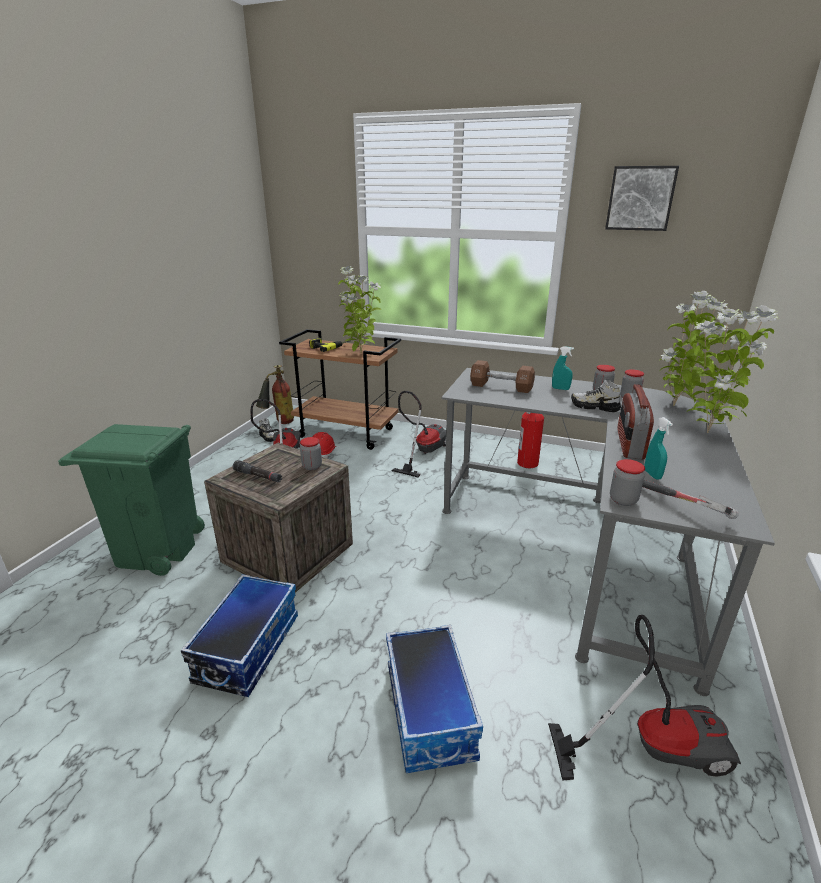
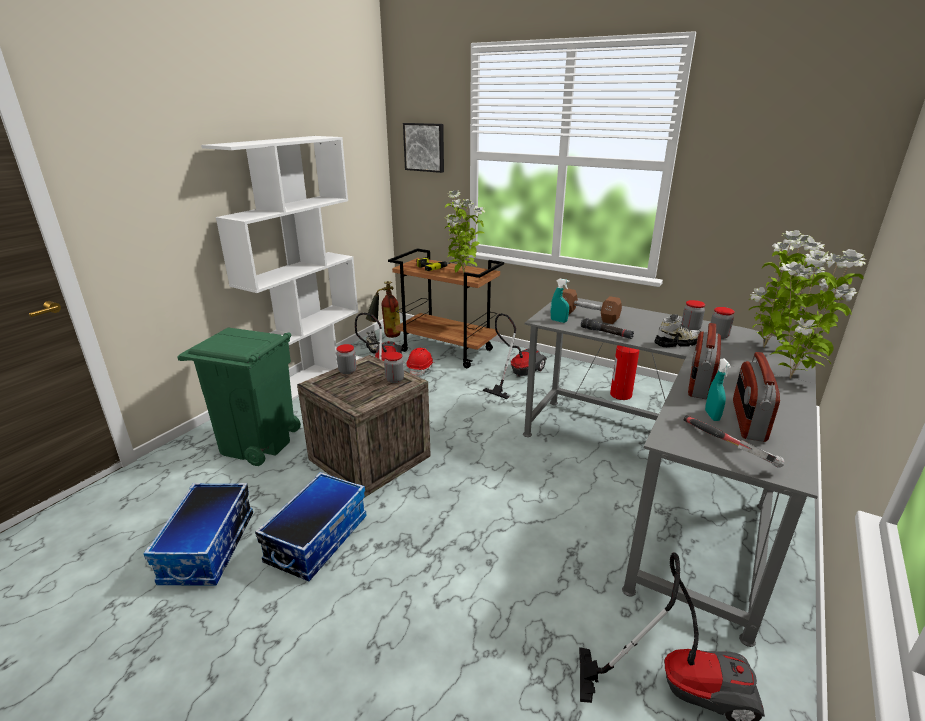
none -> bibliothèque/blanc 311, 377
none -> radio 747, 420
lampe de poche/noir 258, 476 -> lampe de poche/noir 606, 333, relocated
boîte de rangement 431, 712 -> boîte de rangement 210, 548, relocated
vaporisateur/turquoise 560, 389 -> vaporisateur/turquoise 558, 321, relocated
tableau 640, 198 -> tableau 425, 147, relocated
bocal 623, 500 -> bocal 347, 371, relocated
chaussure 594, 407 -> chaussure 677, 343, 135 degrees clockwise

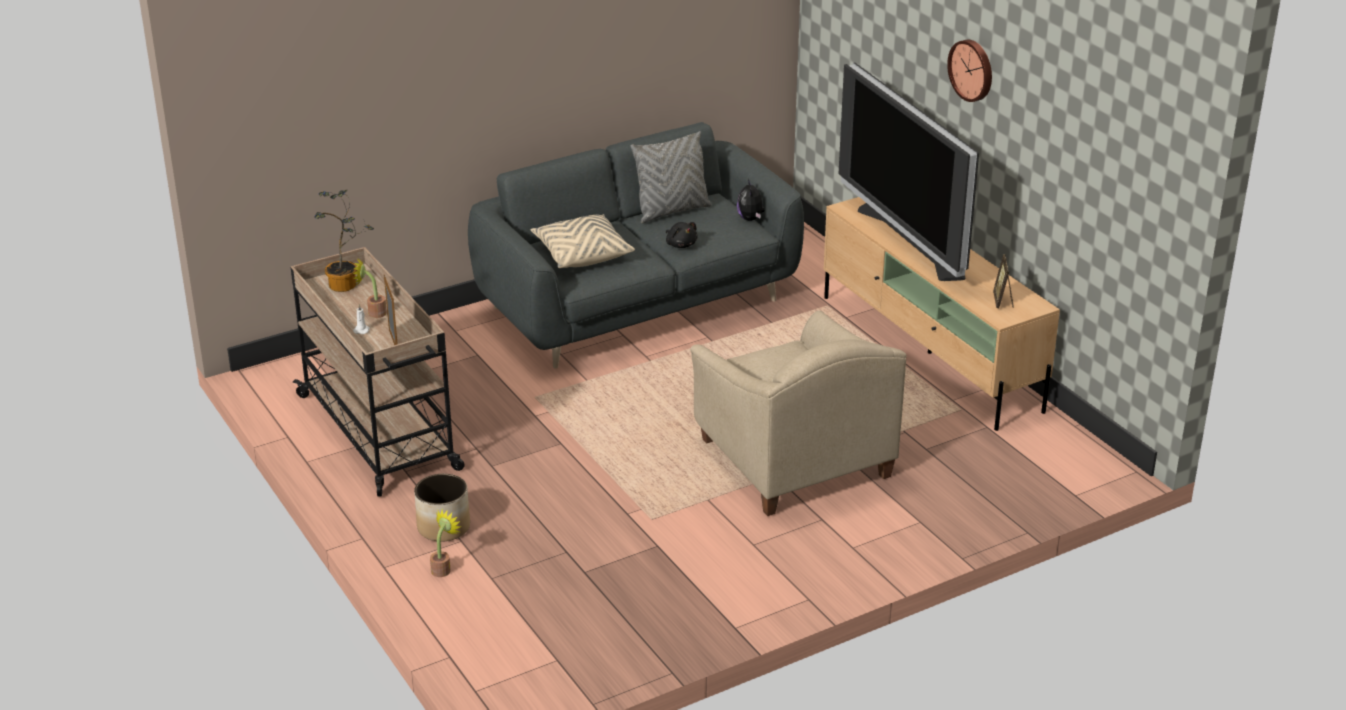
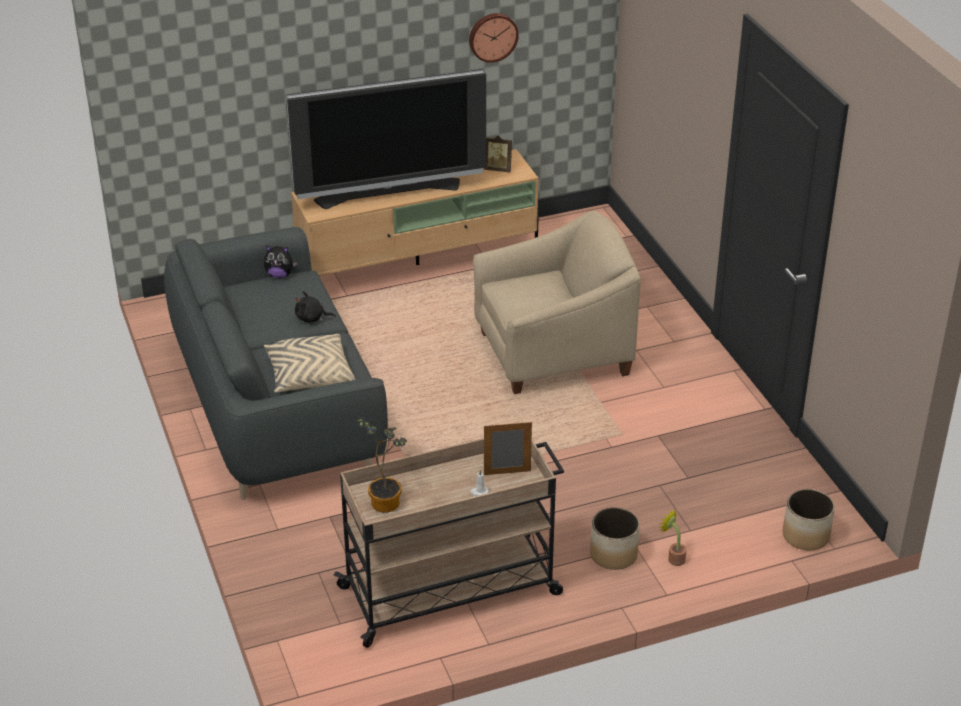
plante en pot 373, 313 -> none
coussin/gris 672, 211 -> none
none -> cache-pot 806, 536
horloge murale 972, 70 -> horloge murale 492, 36, relocated
peluche/noir 680, 244 -> peluche/noir 312, 318, 150 degrees counterclockwise

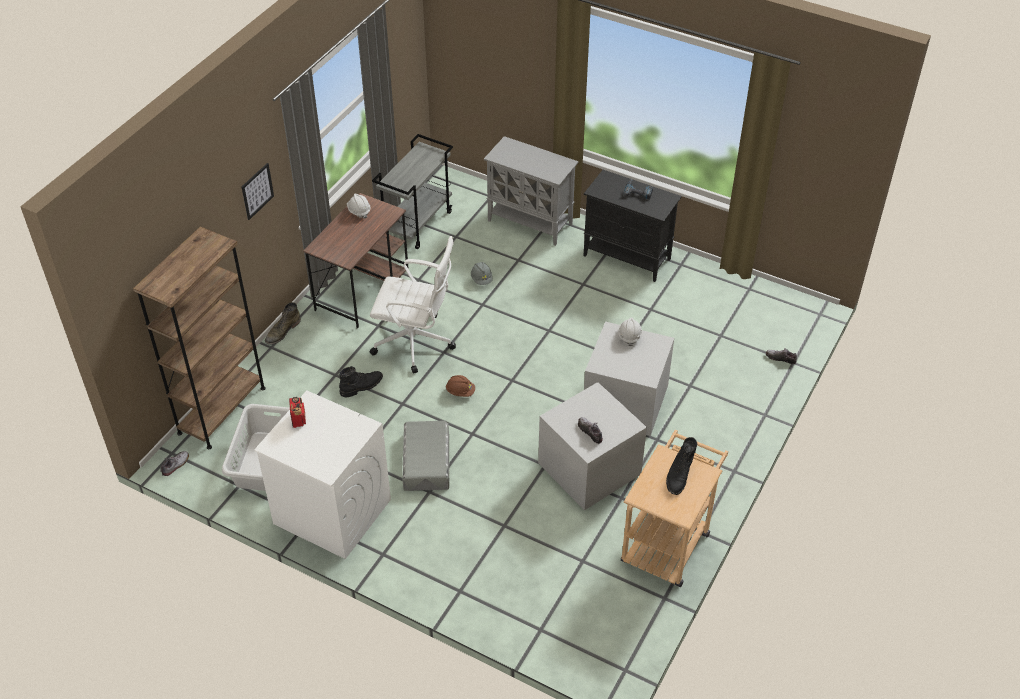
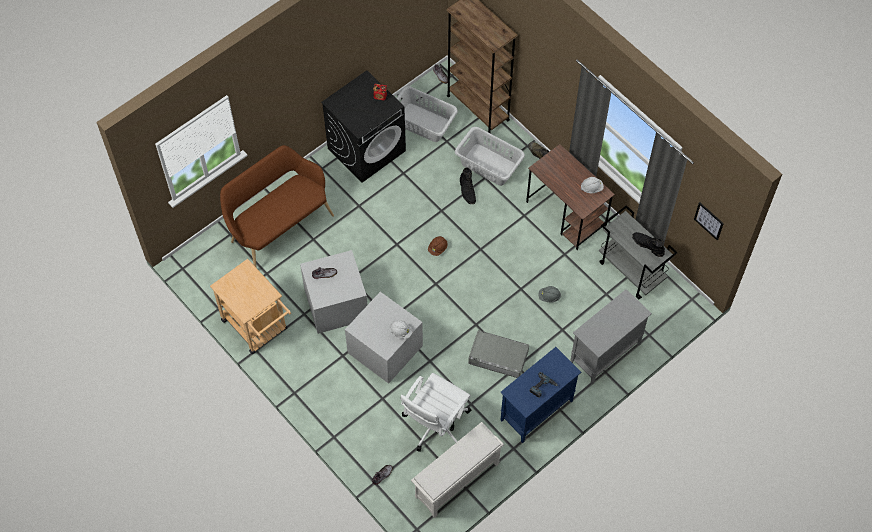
none -> banc/marron 278, 227
none -> étagère à chaussures/blanc 456, 481
none -> panier à linge/gris 489, 164
tableau 257, 191 -> tableau 709, 221, relocated
chaise de bureau/blanc 416, 342 -> chaise de bureau/blanc 435, 425, relocated
boîte de rangement/gris 426, 461 -> boîte de rangement/gris 498, 356, relocated
botte/noir 679, 474 -> botte/noir 648, 245, relocated
lave-linge/blanc 331, 511 -> lave-linge/noir 366, 149
meuble de rangement/noir 627, 257 -> meuble de rangement/bleu 536, 411

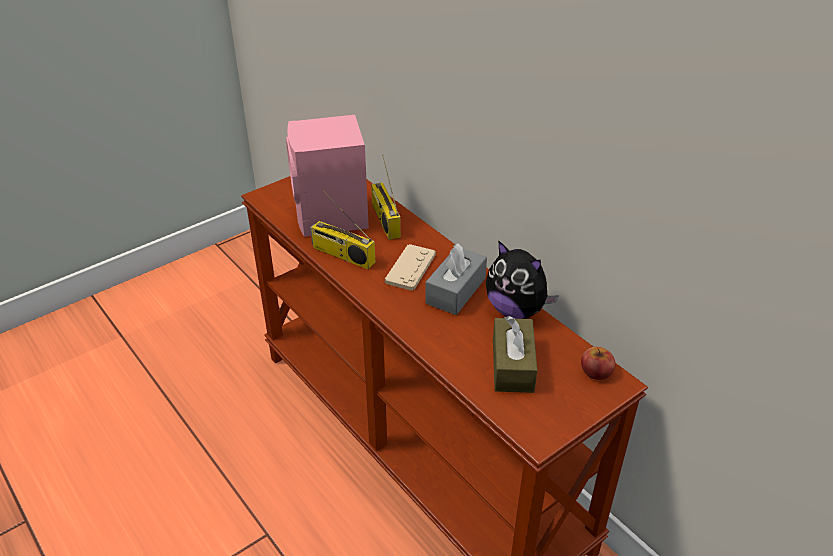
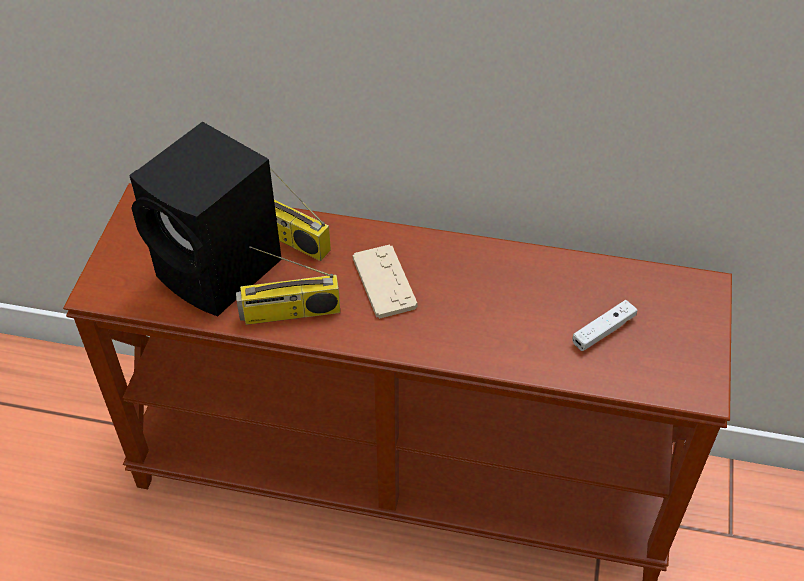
boîte à mouchoirs/gris 455, 290 -> none
peluche 516, 310 -> none
pomme 596, 371 -> none
boîte à mouchoirs/marron 512, 365 -> manette/blanc 603, 331
enceinte/rose 331, 218 -> enceinte/noir 221, 271

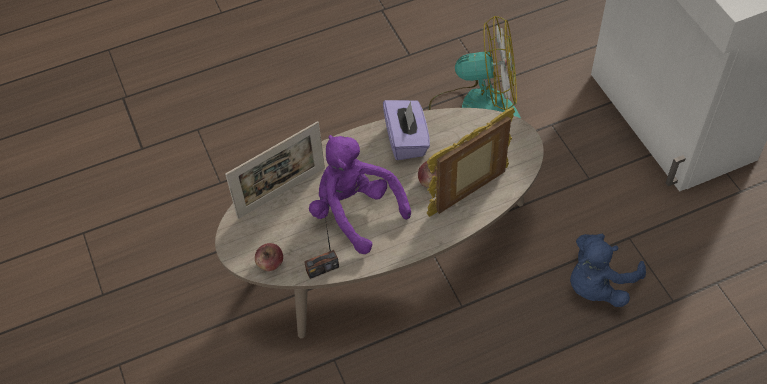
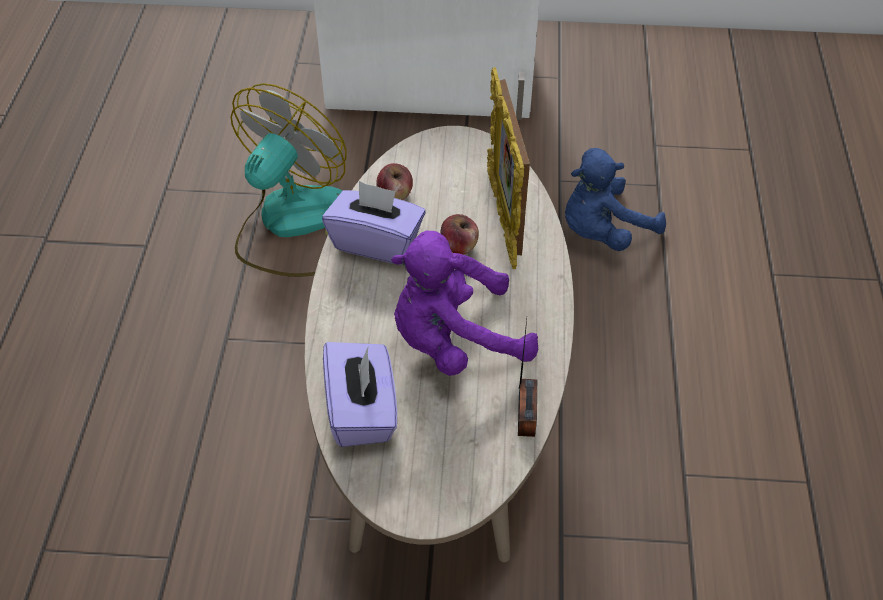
pomme 270, 264 -> pomme 395, 195, relocated
cadre photo 281, 192 -> boîte à mouchoirs/violet 362, 411
peluche/bleu 597, 284 -> peluche/bleu 603, 232, 75 degrees clockwise

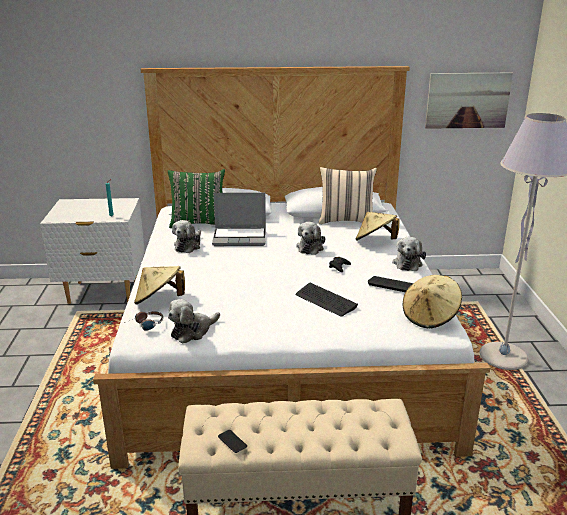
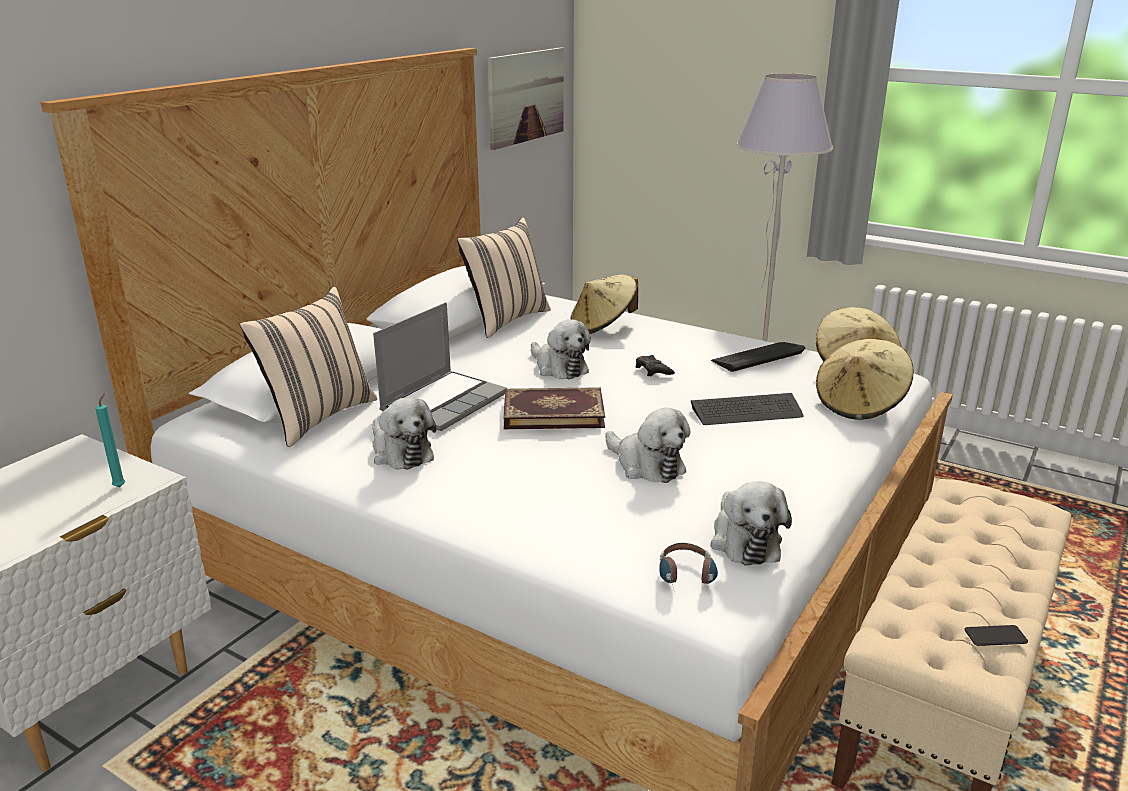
none -> livre 553, 411
chapeau/beige 159, 300 -> chapeau/beige 860, 405, relocated
peluche 407, 263 -> peluche 646, 465, relocated
coussin/vert 198, 223 -> coussin/beige 317, 417

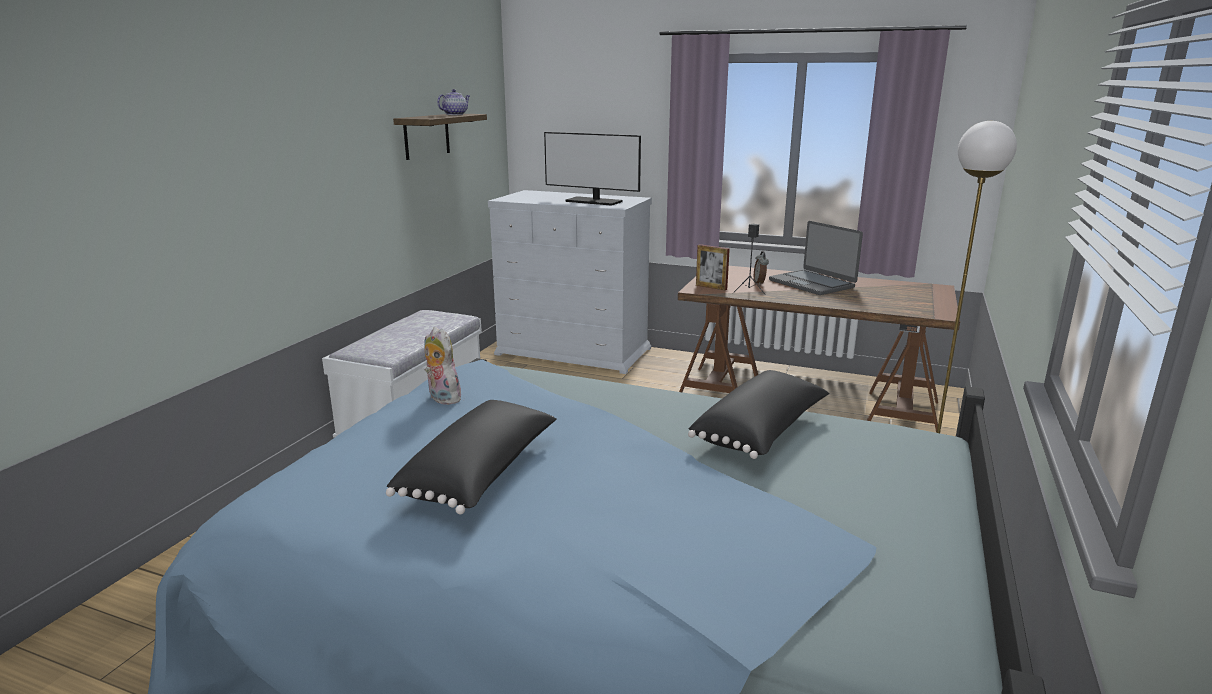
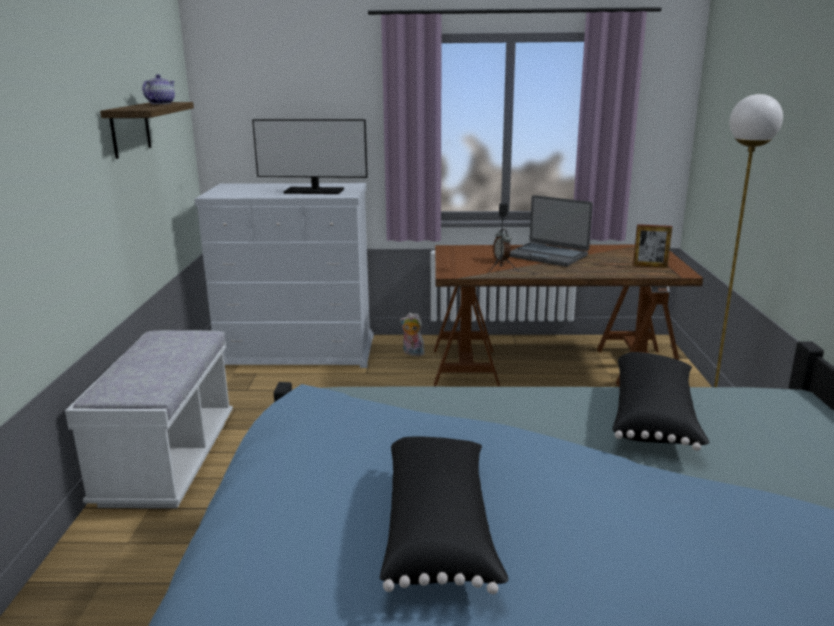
peluche 441, 398 -> peluche 412, 353, relocated
cadre photo 711, 287 -> cadre photo 650, 266, relocated

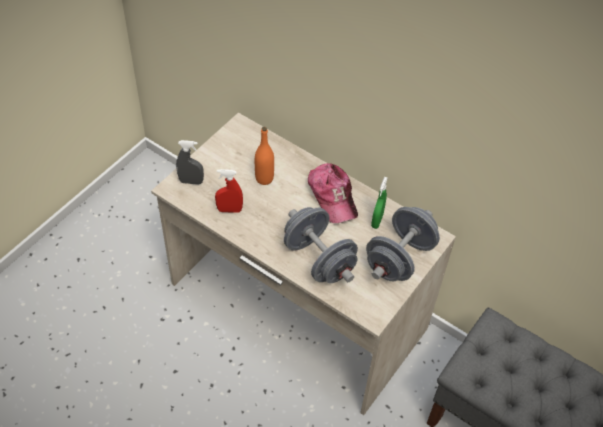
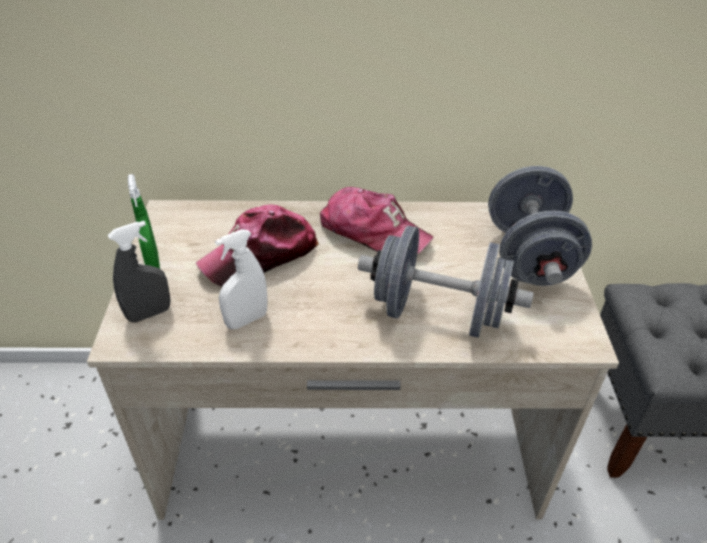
vaporisateur/vert 377, 220 -> vaporisateur/vert 153, 264, relocated
bouteille/orange 264, 178 -> casquette 260, 256
vaporisateur/rouge 229, 210 -> vaporisateur/blanc 246, 320

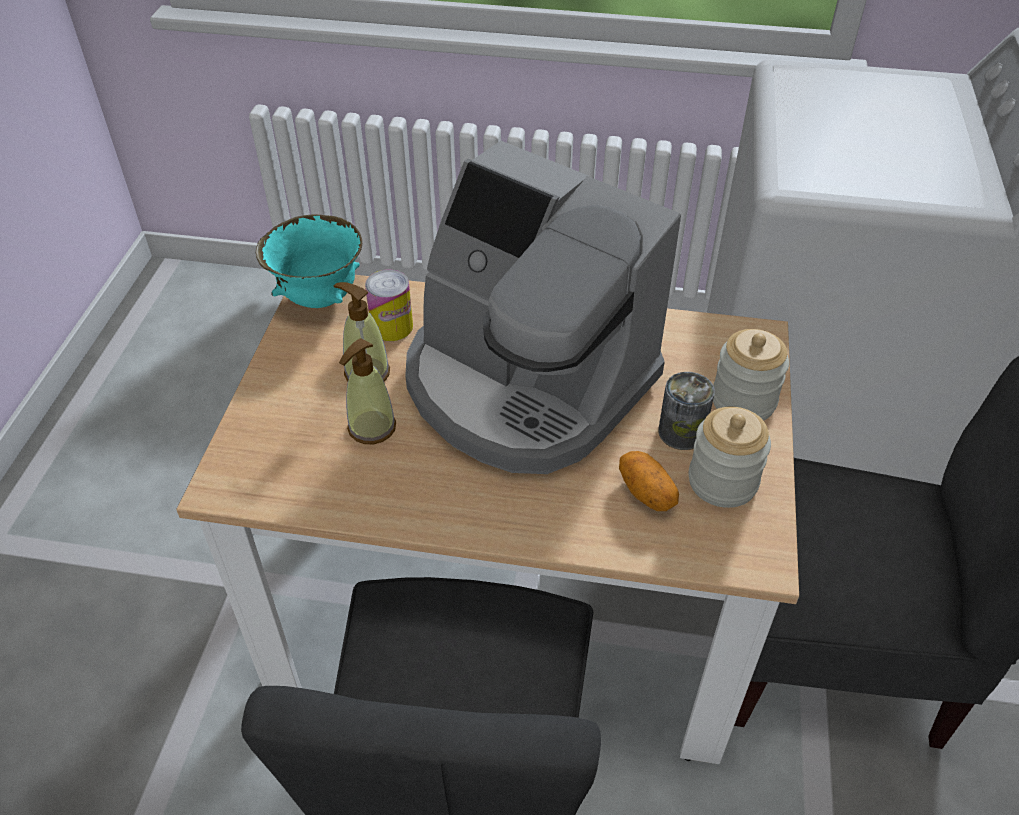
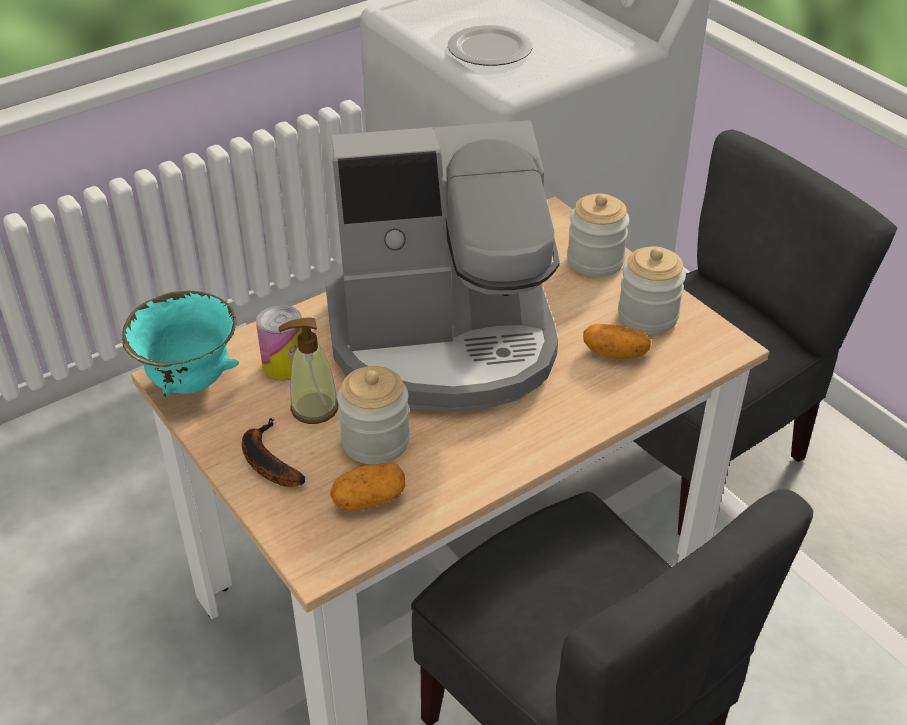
boîte métallique 681, 432 -> none
none -> banane 266, 461
none -> pomme de terre 369, 500
none -> assiette 490, 50
distributeur de savon 371, 428 -> bocal 375, 441

